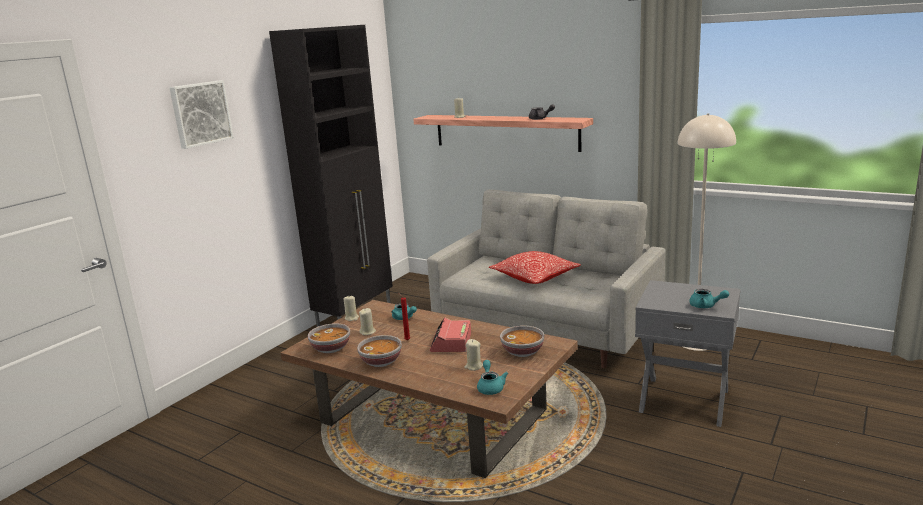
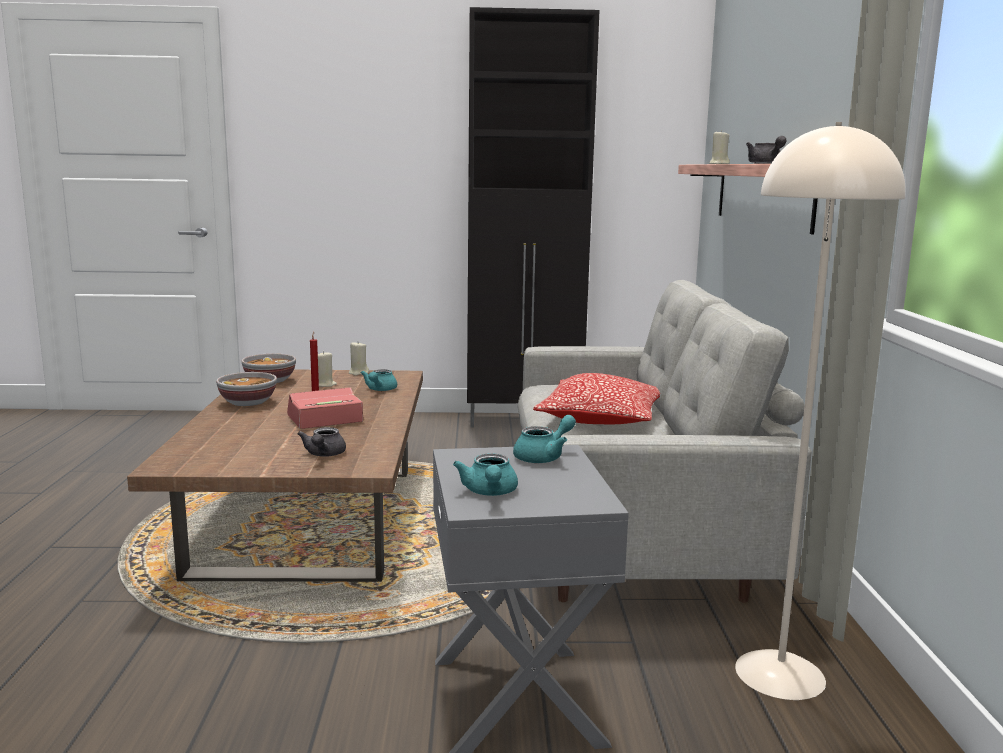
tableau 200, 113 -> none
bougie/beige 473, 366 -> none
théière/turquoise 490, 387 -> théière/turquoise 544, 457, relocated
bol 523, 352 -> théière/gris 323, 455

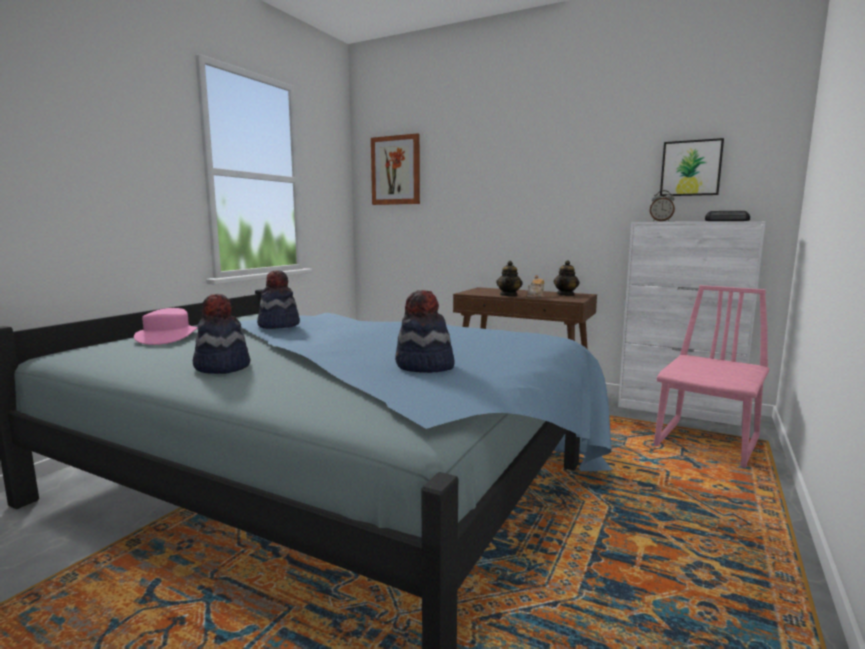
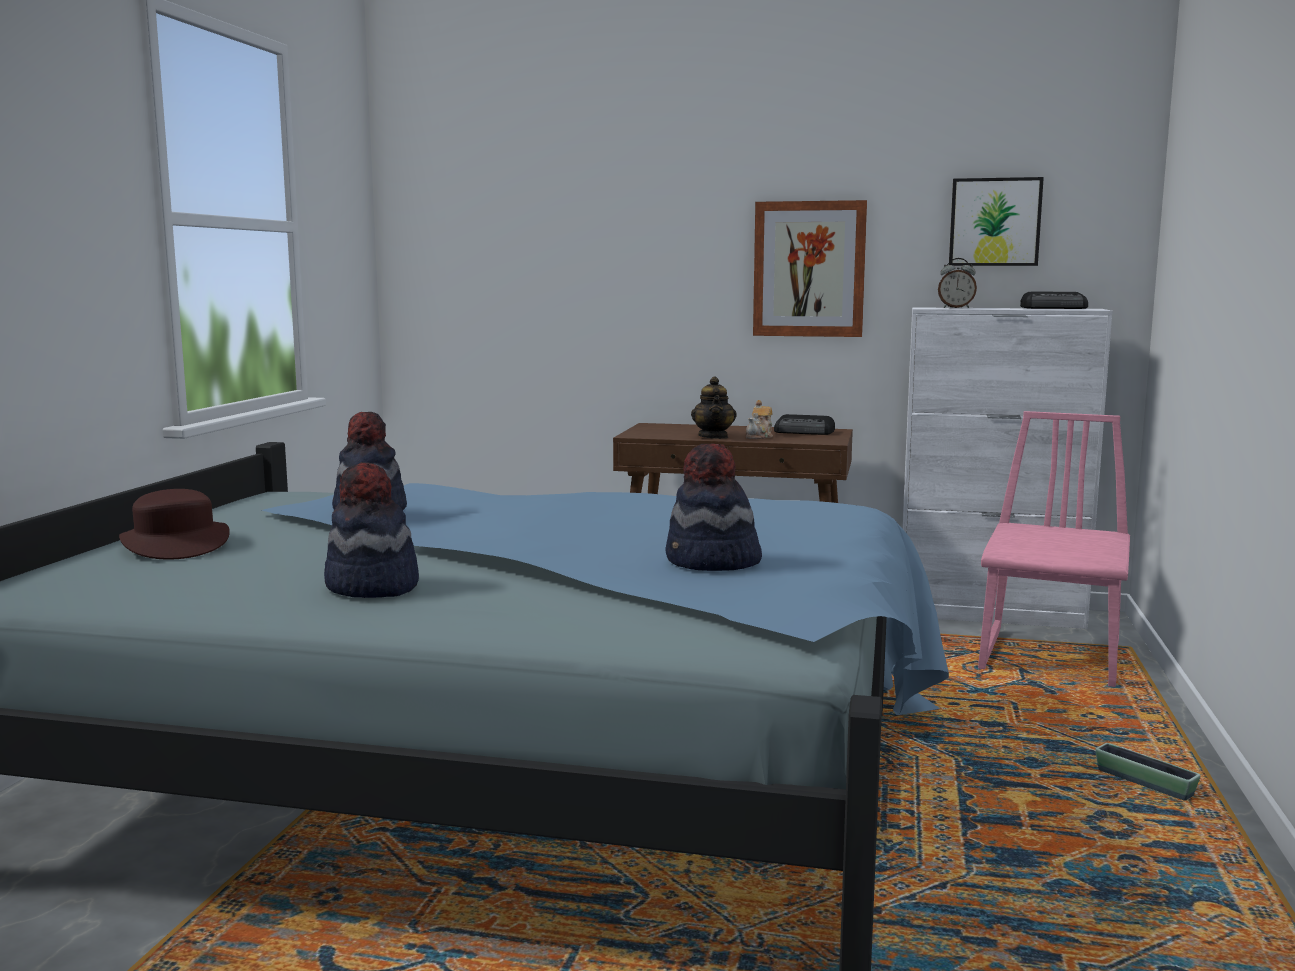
none -> cache-pot 1144, 784
tableau 396, 170 -> tableau 809, 269, relocated
théière 566, 294 -> radio 805, 432
chapeau/rose 167, 337 -> chapeau/marron 175, 544

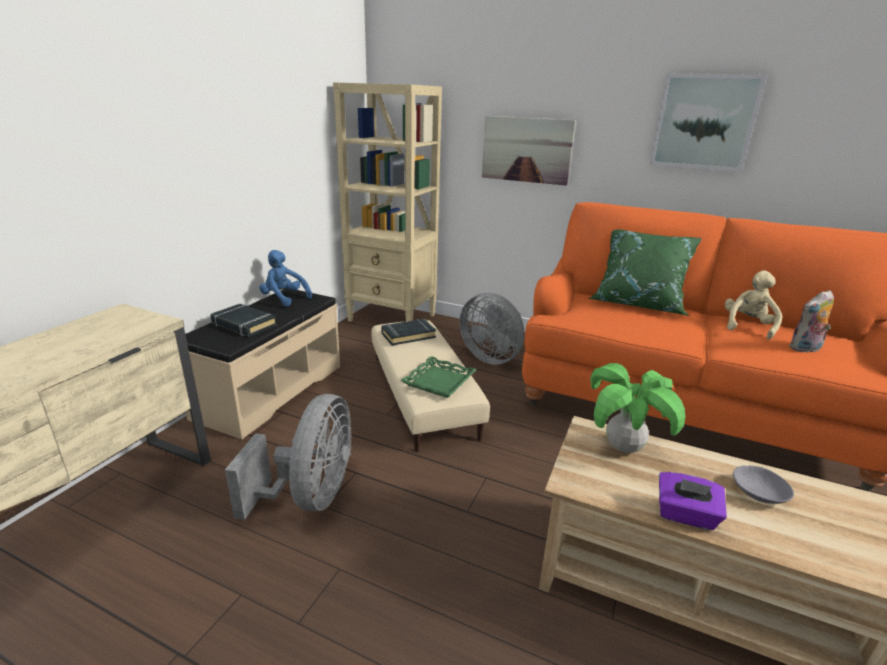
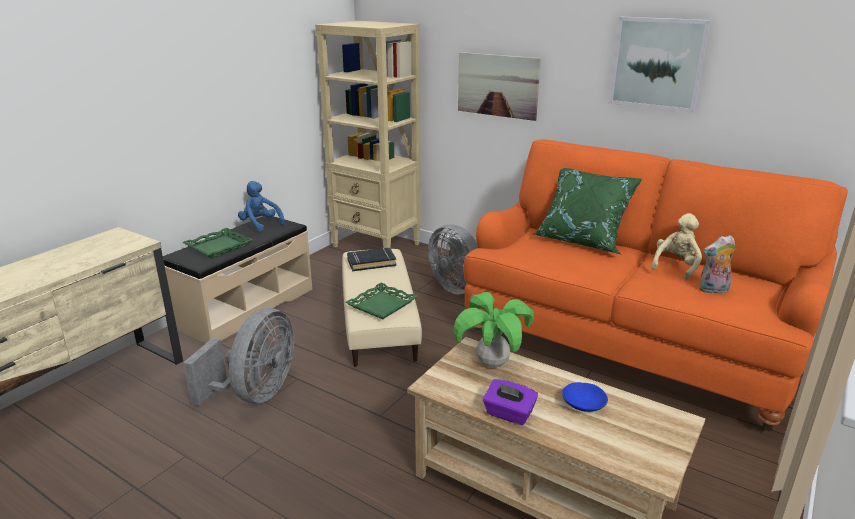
livre/noir 243, 324 -> plateau/vert 219, 247
bol/gris 758, 492 -> bol/bleu 584, 404

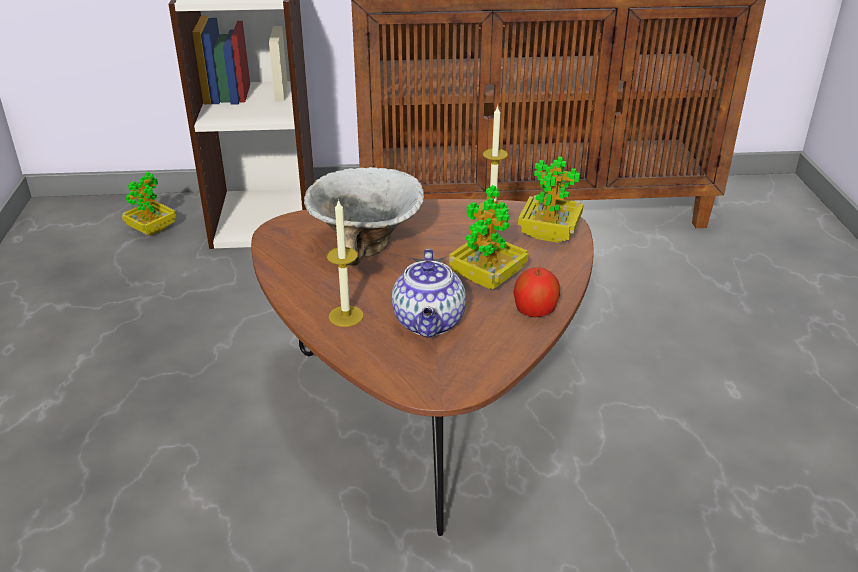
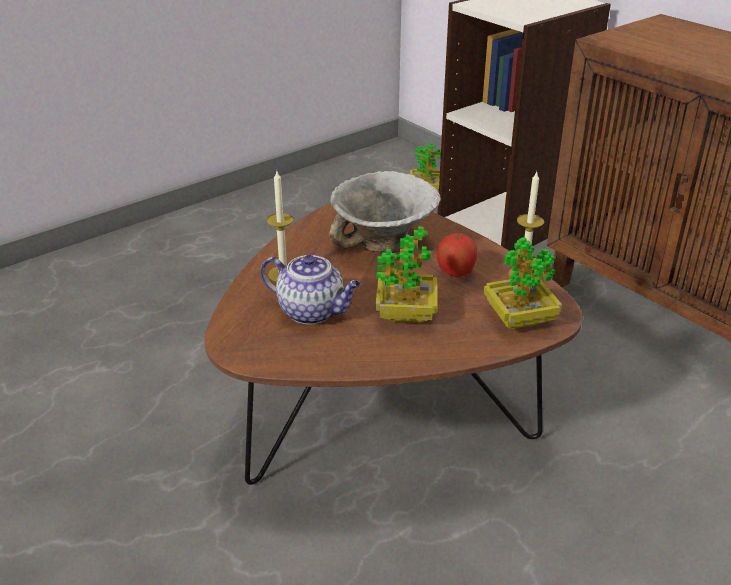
pomme 534, 312 -> pomme 455, 272, relocated
théière 429, 323 -> théière 313, 312, 120 degrees counterclockwise

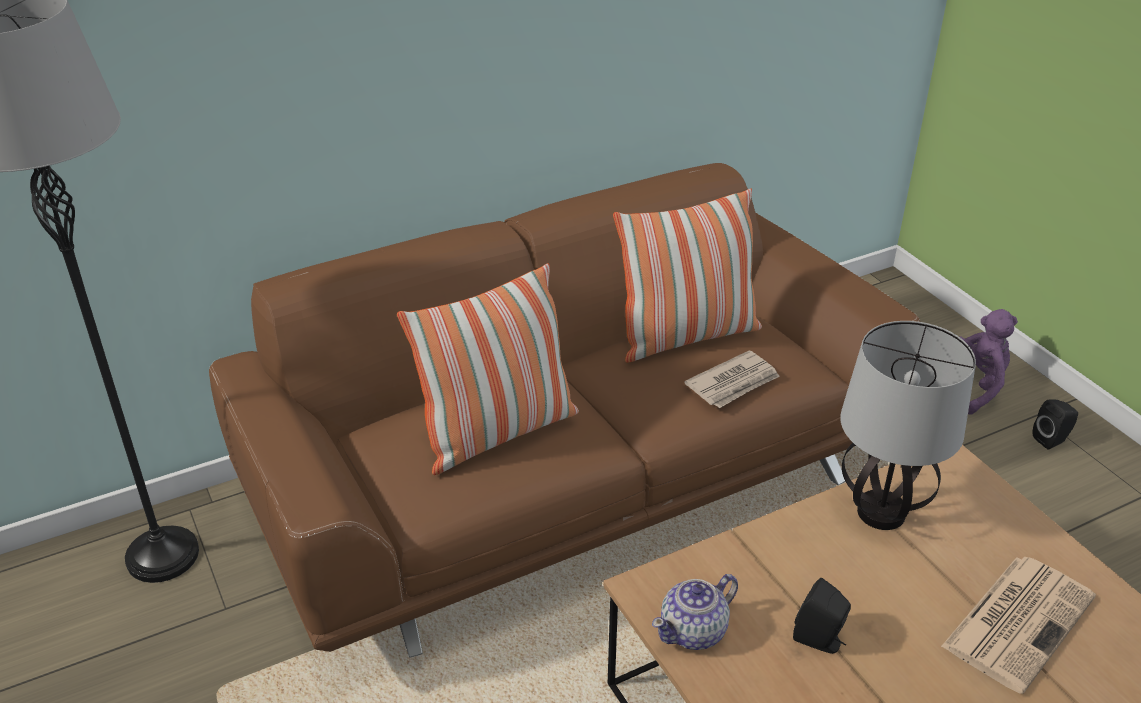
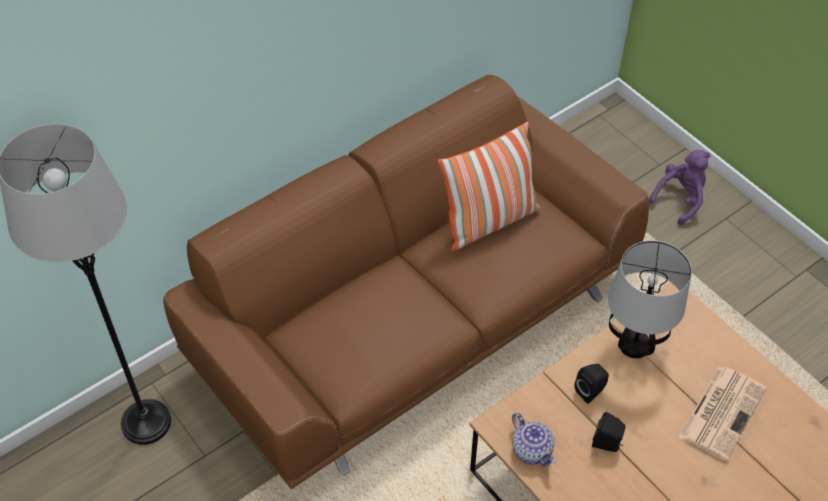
coussin 497, 433 -> none
journal 734, 383 -> none
enceinte/noir 1052, 440 -> enceinte/noir 591, 391, relocated
théière 694, 631 -> théière 532, 449, 75 degrees counterclockwise

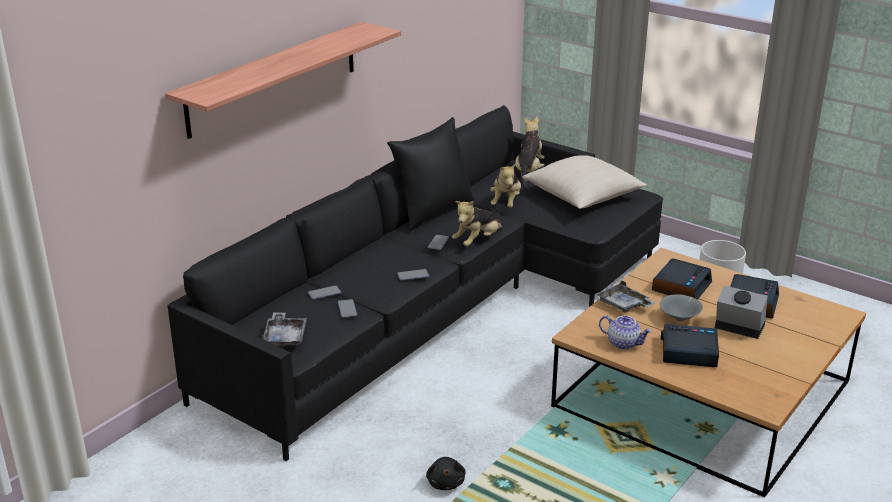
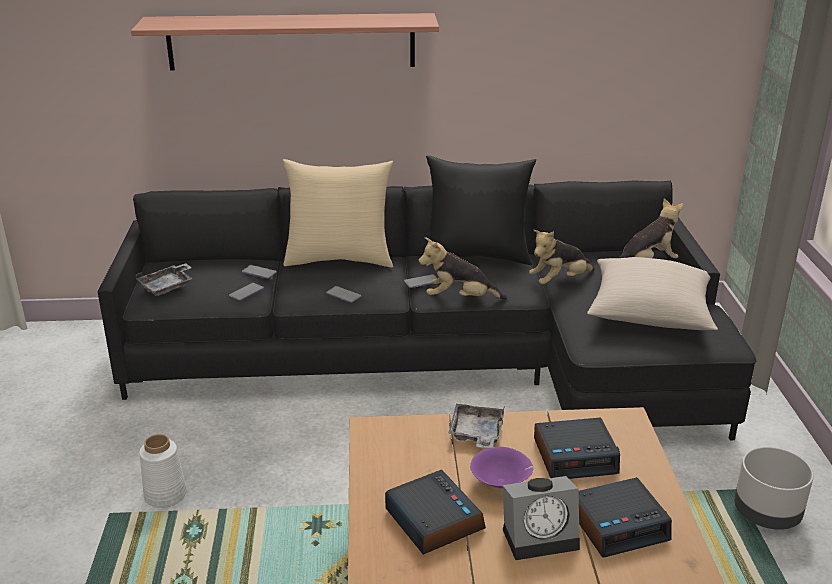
théière 624, 343 -> none
none -> coussin/beige 339, 259
peluche/noir 446, 482 -> vase/blanc 166, 495
bol/gris 680, 318 -> bol/violet 501, 484
réveil 737, 327 -> réveil 541, 536, 90 degrees clockwise

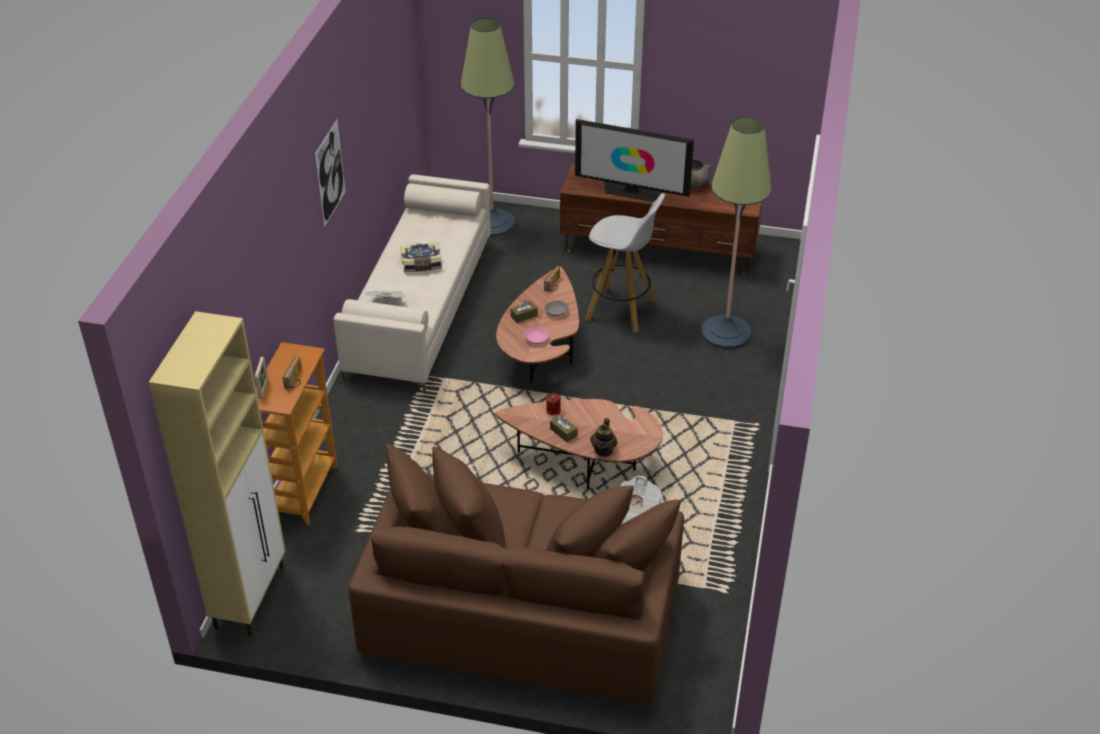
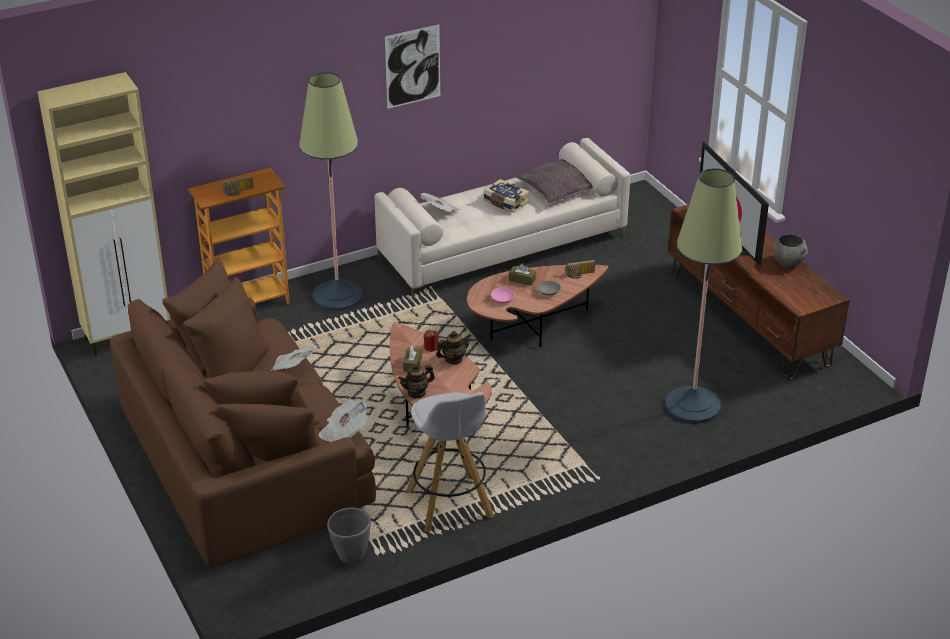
cadre photo 263, 389 -> none
none -> journal 293, 367
none -> cache-pot/gris 351, 555
none -> théière 453, 359
none -> coussin/gris 556, 188
lampadaire 492, 223 -> lampadaire 338, 296, relocated
tabouret/blanc 622, 310 -> tabouret/blanc 450, 505, relocated

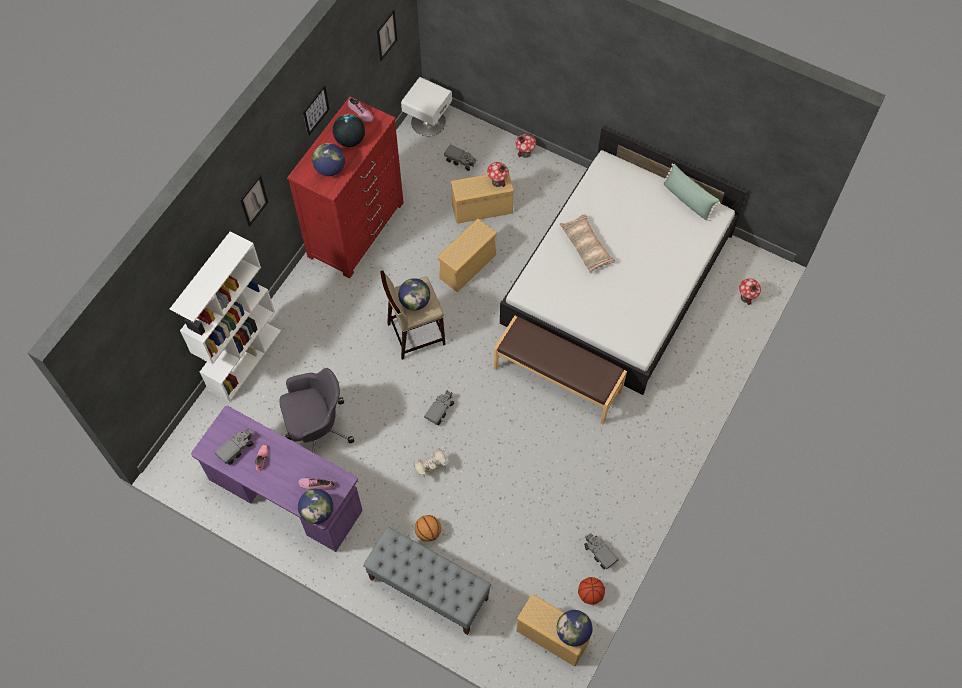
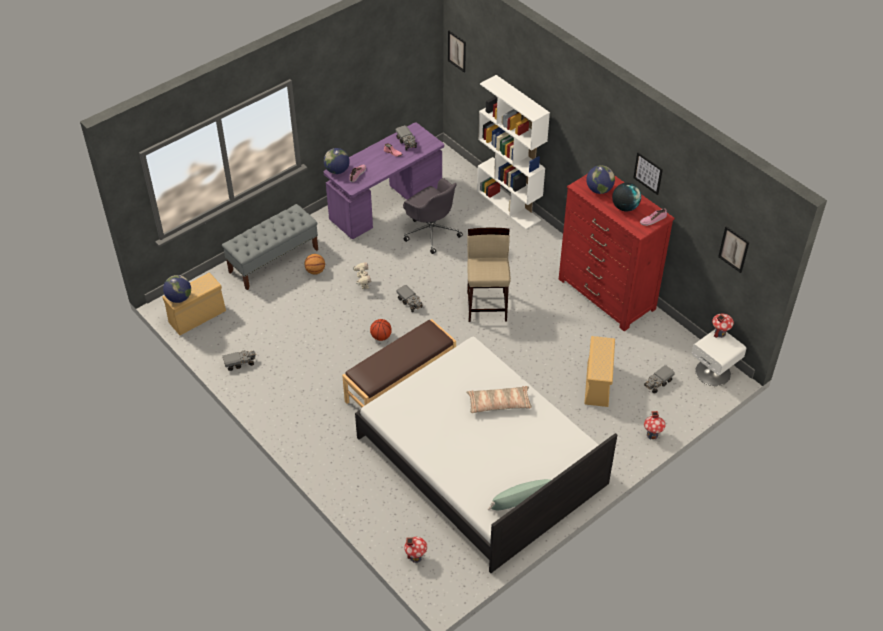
globe 415, 302 -> none
boîte de rangement/beige 468, 265 -> none
tableau 253, 200 -> tableau 457, 51, relocated
maison miniature 497, 182 -> maison miniature 720, 333, relocated
ballon de basket 590, 594 -> ballon de basket 381, 337, relocated
chaise de bureau/gris 317, 428 -> chaise de bureau/gris 431, 231, 45 degrees counterclockwise

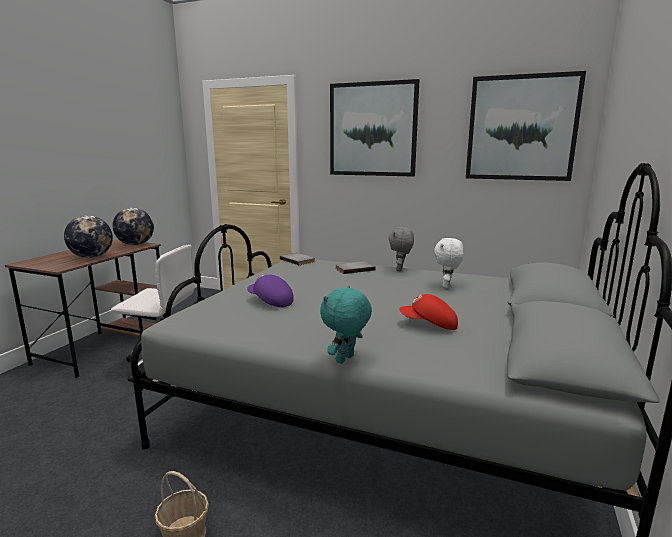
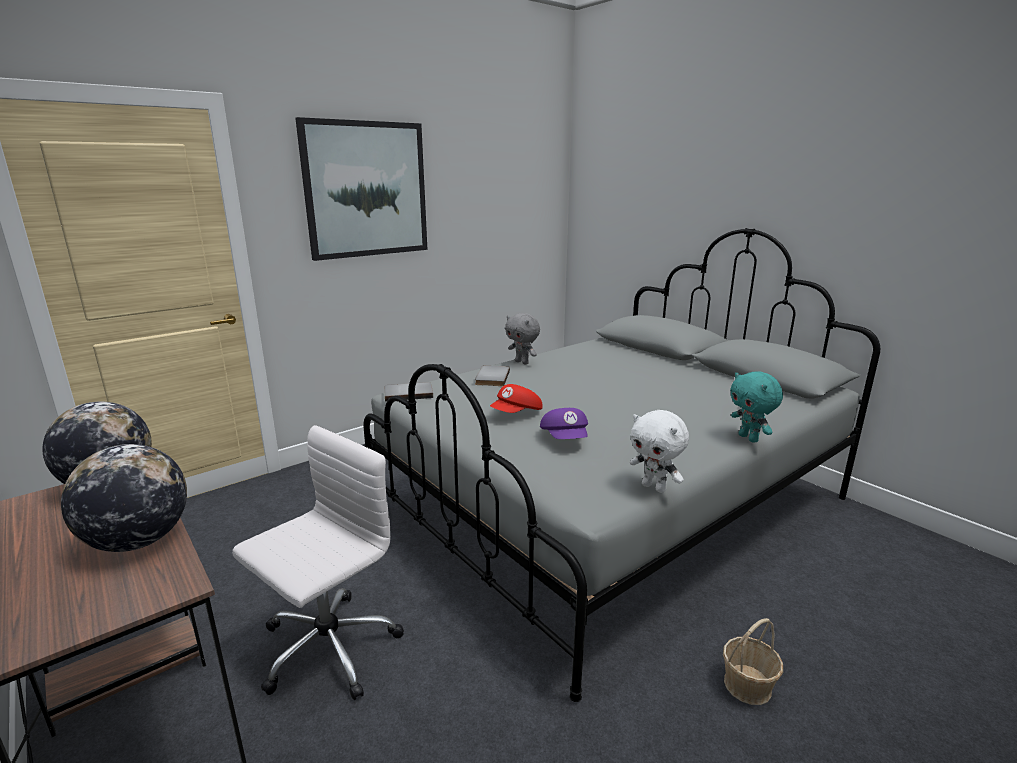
tableau 521, 128 -> none
casquette/rouge 429, 325 -> casquette/rouge 517, 414, relocated
peluche/blanc 447, 286 -> peluche/blanc 654, 487, relocated
casquette/violet 270, 302 -> casquette/violet 565, 439, 75 degrees counterclockwise

